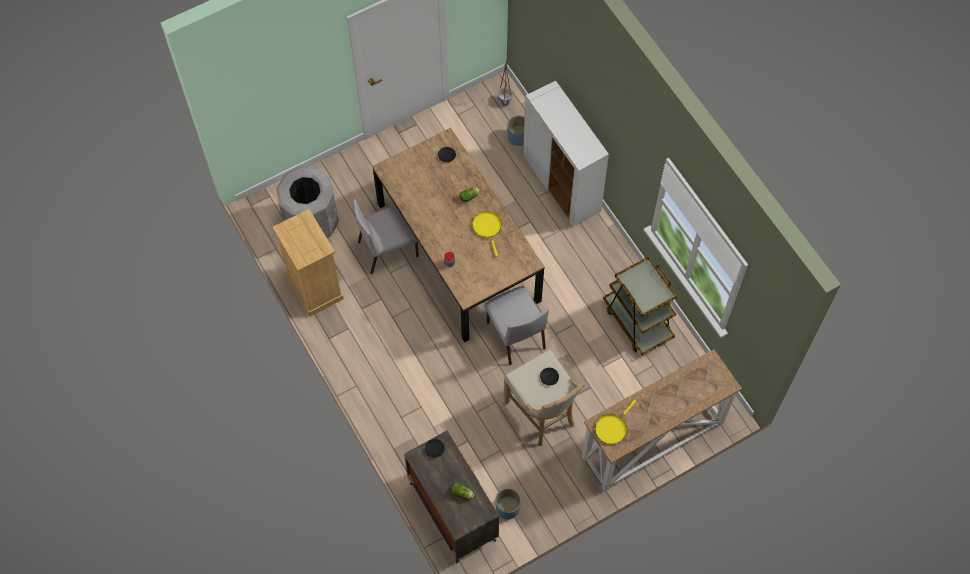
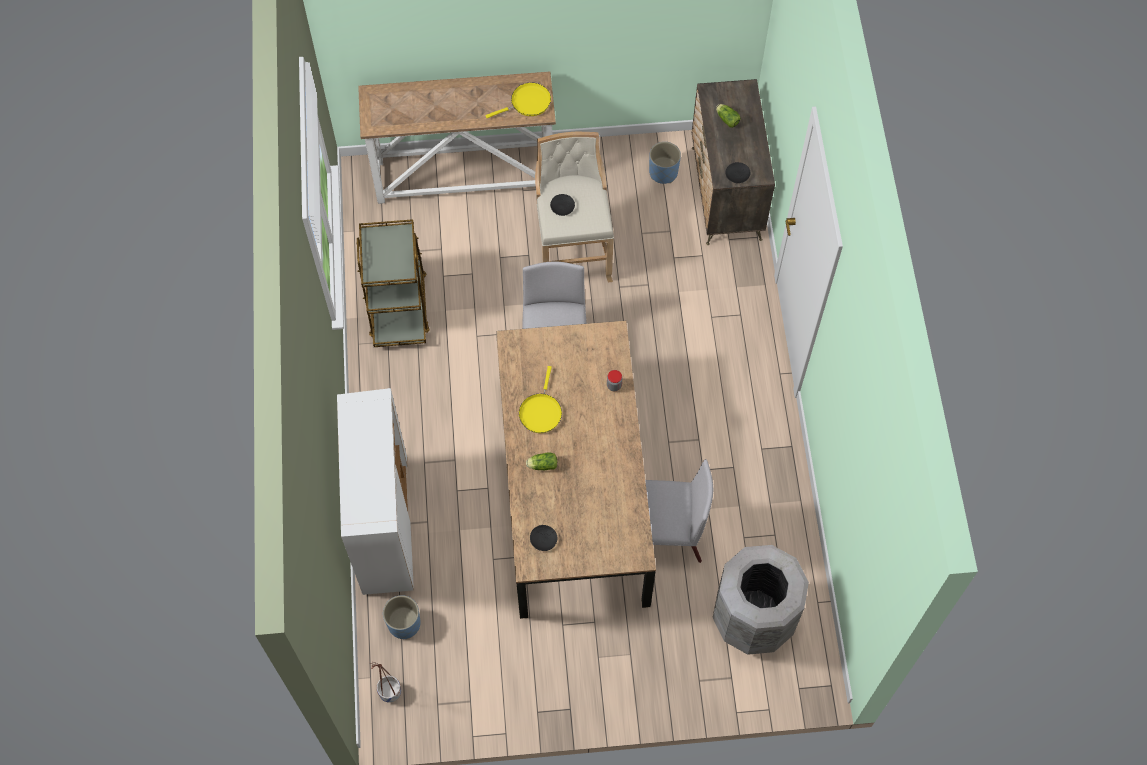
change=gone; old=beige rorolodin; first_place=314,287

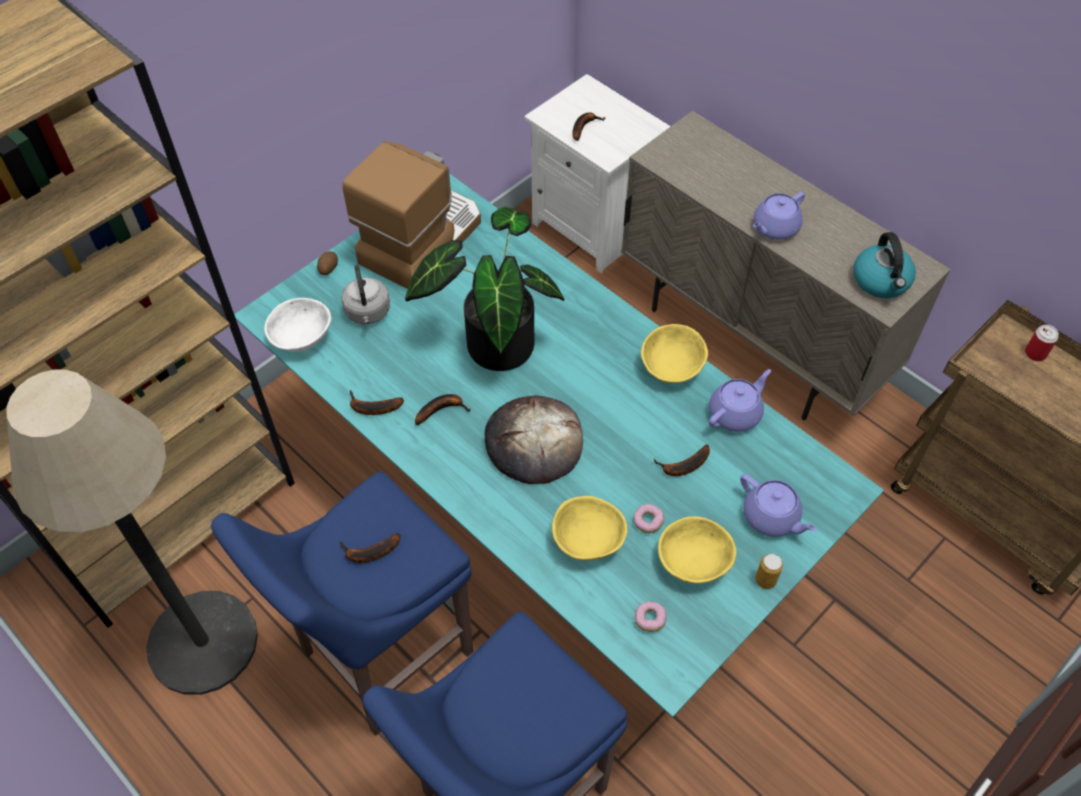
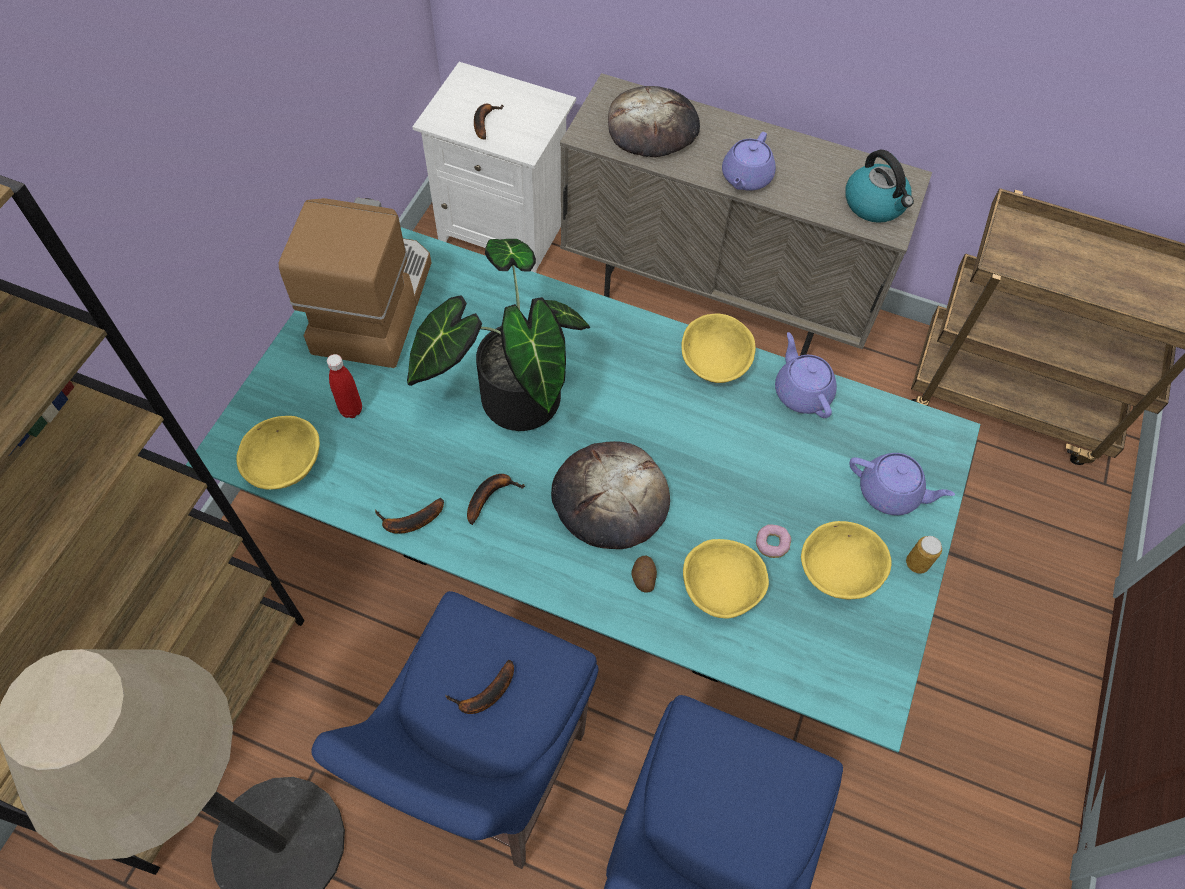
change=repainted; old=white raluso; new=yellow raluso; first_place=302,339; second_place=286,466
change=swapped; old=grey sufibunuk; new=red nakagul; first_place=368,313; second_place=351,410
change=new; new=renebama; second_place=652,127
change=shifted; old=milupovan; first_place=328,268; second_place=643,578
change=rotated; old=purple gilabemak; first_place=735,413; second_place=801,392; degrees=-45
change=gone; old=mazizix; first_place=650,619
change=gone; old=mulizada; first_place=683,466
change=gone; old=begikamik; first_place=1035,353

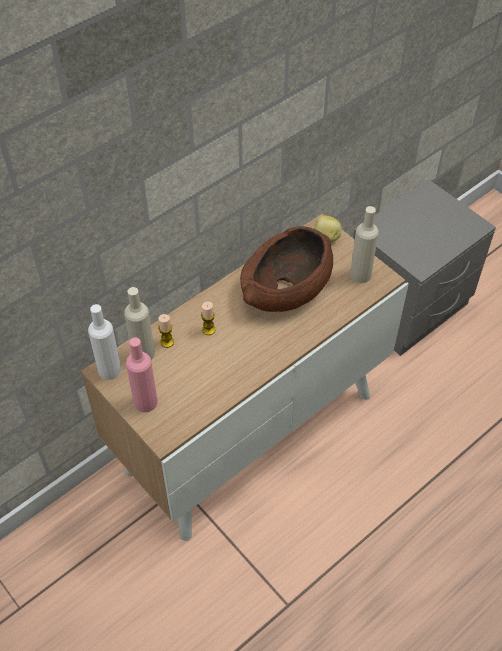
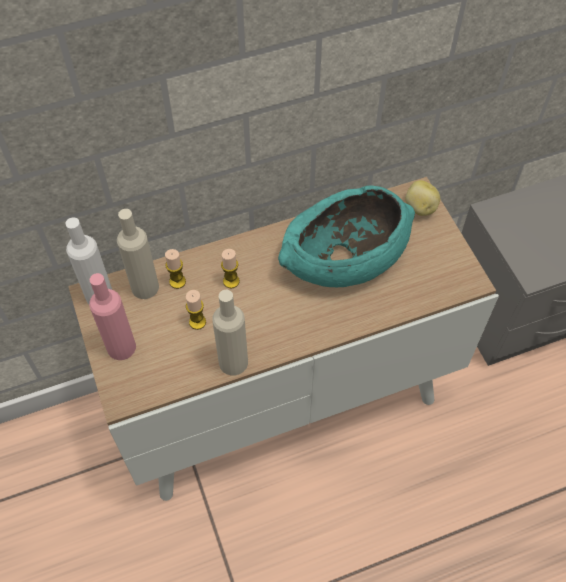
change=new; new=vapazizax; second_place=197,322
change=shifted; old=beige nakagul; first_place=360,275; second_place=233,362
change=repainted; old=brown raluso; new=turquoise raluso; first_place=287,288; second_place=345,257

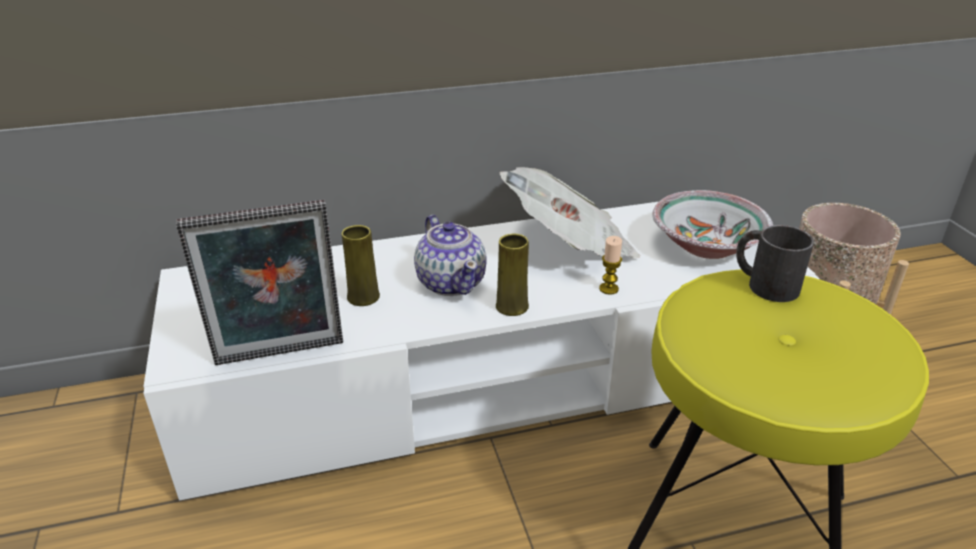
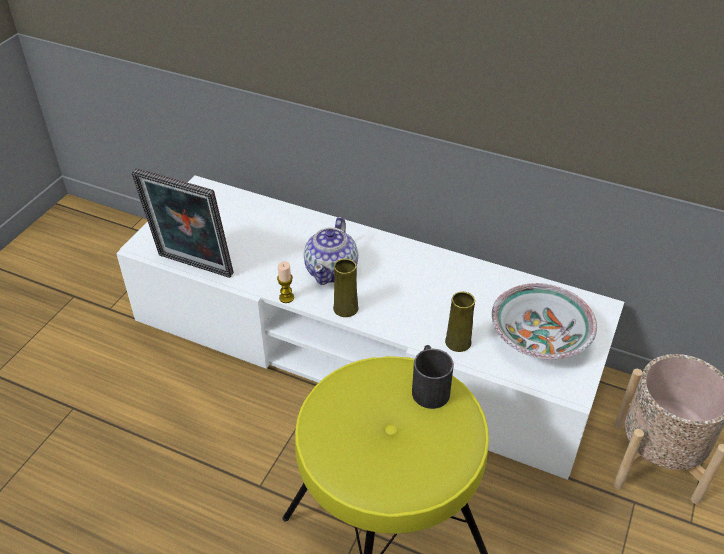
change=shifted; old=vapazizax; first_place=608,289; second_place=286,297
change=shifted; old=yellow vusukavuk; first_place=363,297; second_place=458,342
change=gone; old=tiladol; first_place=570,245

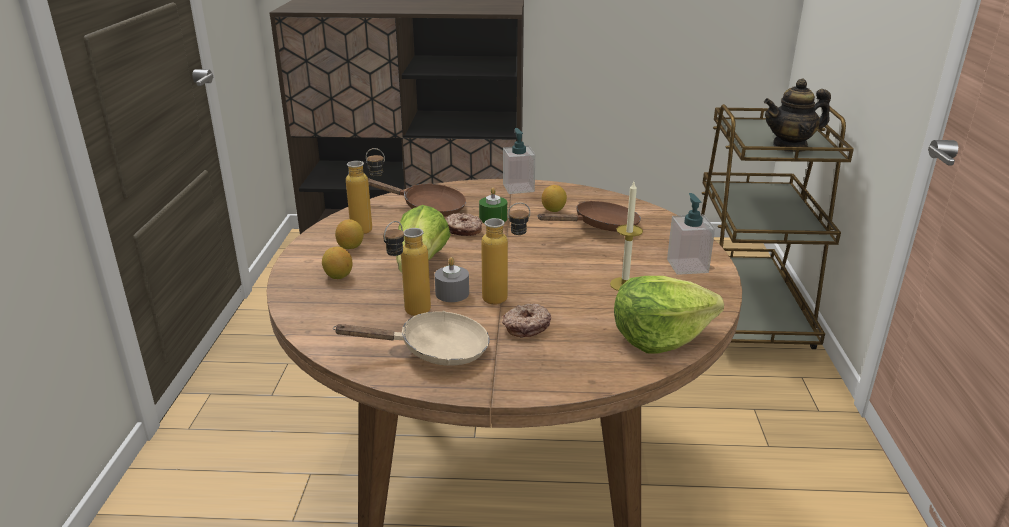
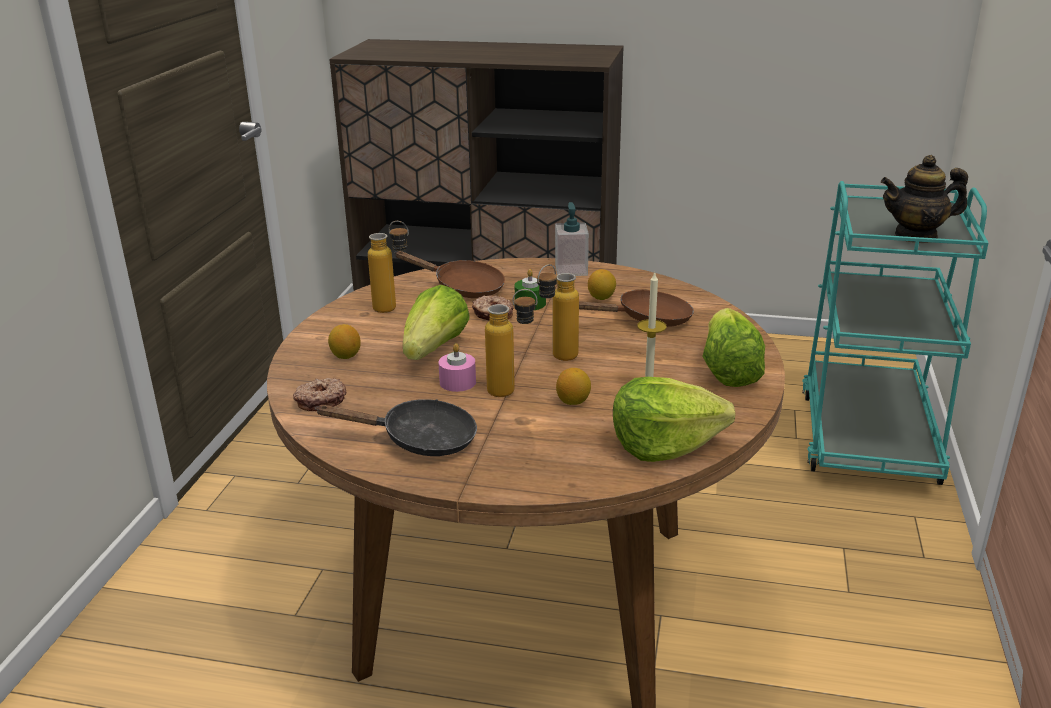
change=shifted; old=mazizix; first_place=526,326; second_place=320,401
change=repainted; old=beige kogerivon; new=black kogerivon; first_place=434,350; second_place=419,440
change=repainted; old=grey vapazizax; new=pink vapazizax; first_place=452,293; second_place=457,382
change=shifted; old=nakagul; first_place=409,314; second_place=557,359
change=shifted; old=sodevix; first_place=350,247; second_place=573,401
change=swapped; old=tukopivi; new=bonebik; first_place=687,266; second_place=728,370
change=repainted; old=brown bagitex; new=turquoise bagitex; first_place=746,313; second_place=867,435

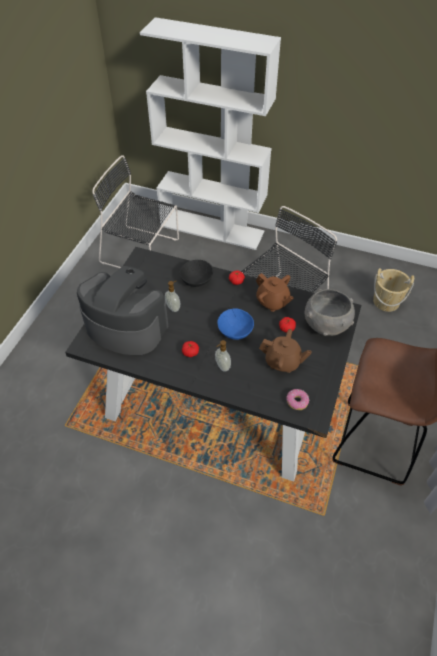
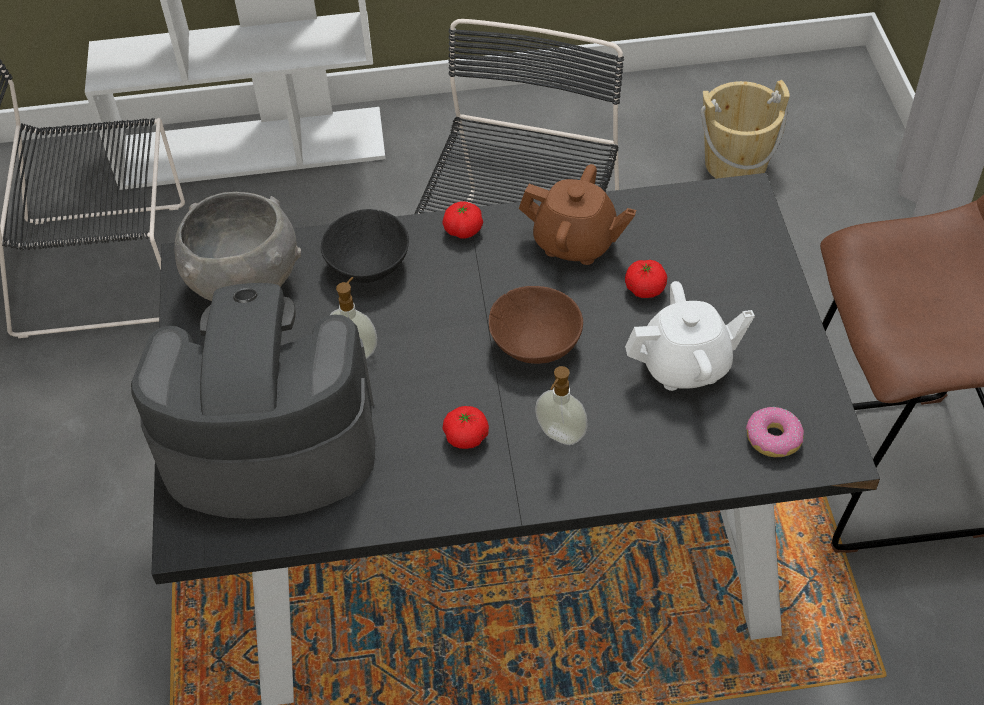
change=shifted; old=grey raluso; first_place=325,325; second_place=244,282
change=repainted; old=blue raluso; new=brown raluso; first_place=235,330; second_place=535,342
change=repainted; old=brown gilabemak; new=white gilabemak; first_place=283,362; second_place=686,366

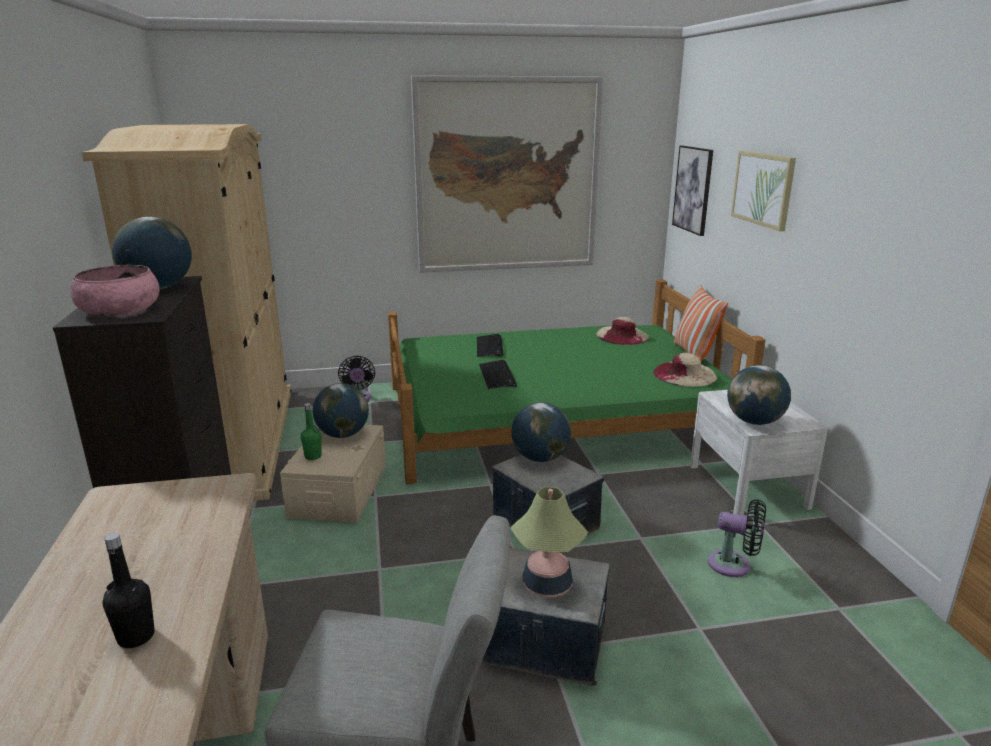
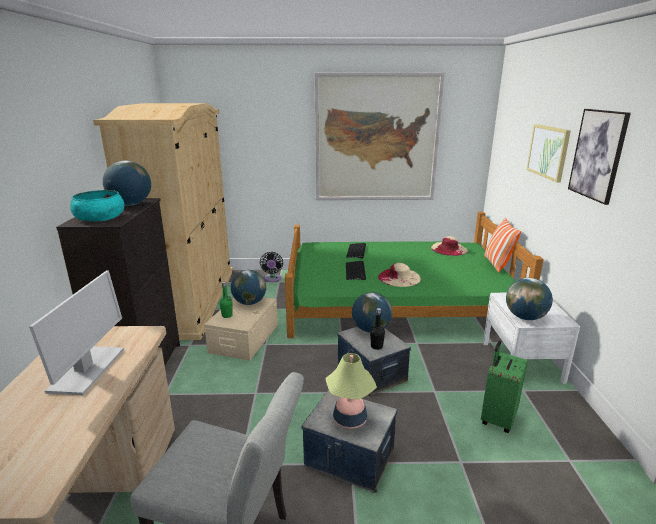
change=new; new=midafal; second_place=87,370
change=repainted; old=pink raluso; new=turquoise raluso; first_place=120,309; second_place=100,217
change=shifted; old=black nakagul; first_place=136,637; second_place=376,346
change=shifted; old=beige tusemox; first_place=684,374; second_place=399,277
change=swapped; old=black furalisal; new=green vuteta; first_place=734,565; second_place=497,418
change=shifted; old=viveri; first_place=693,189; second_place=598,155

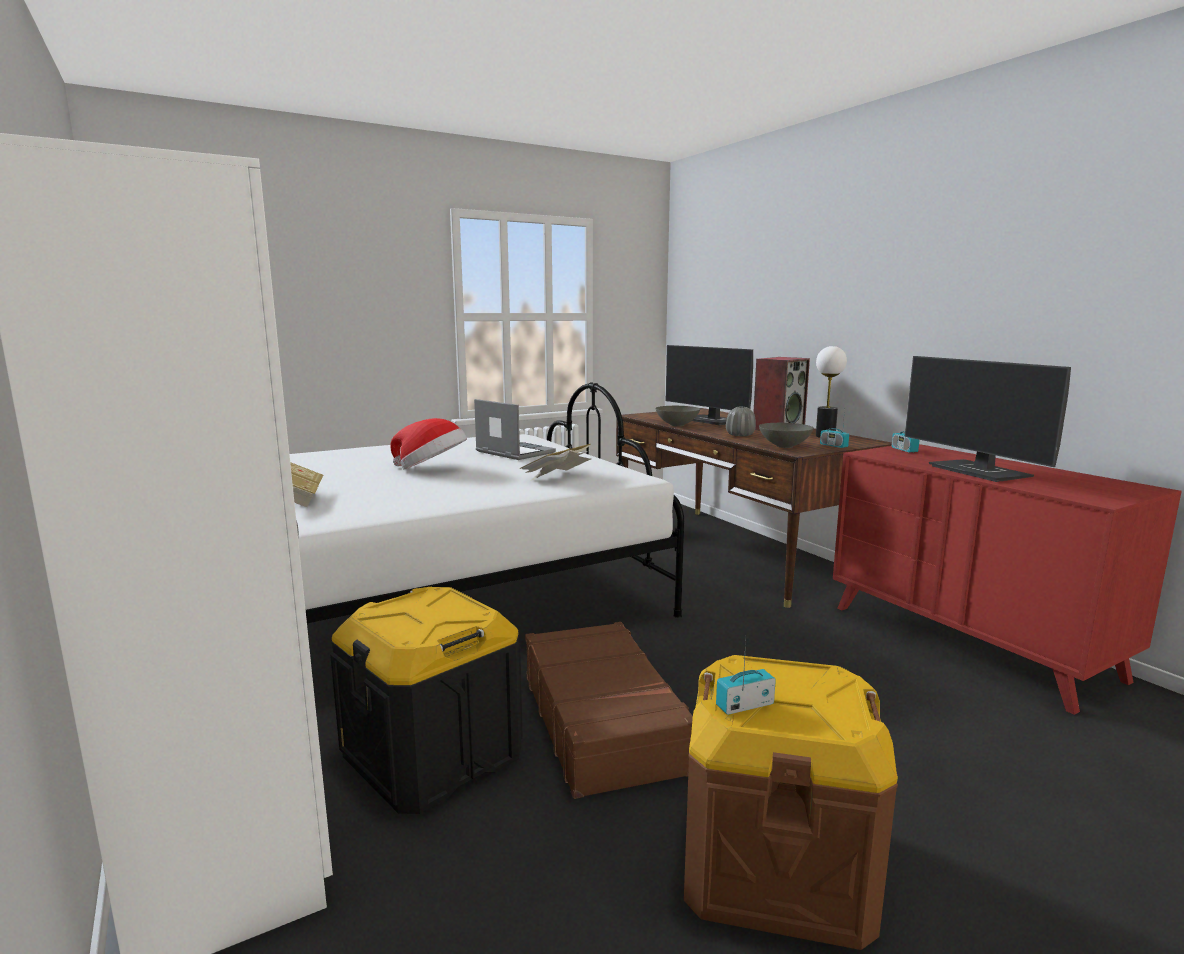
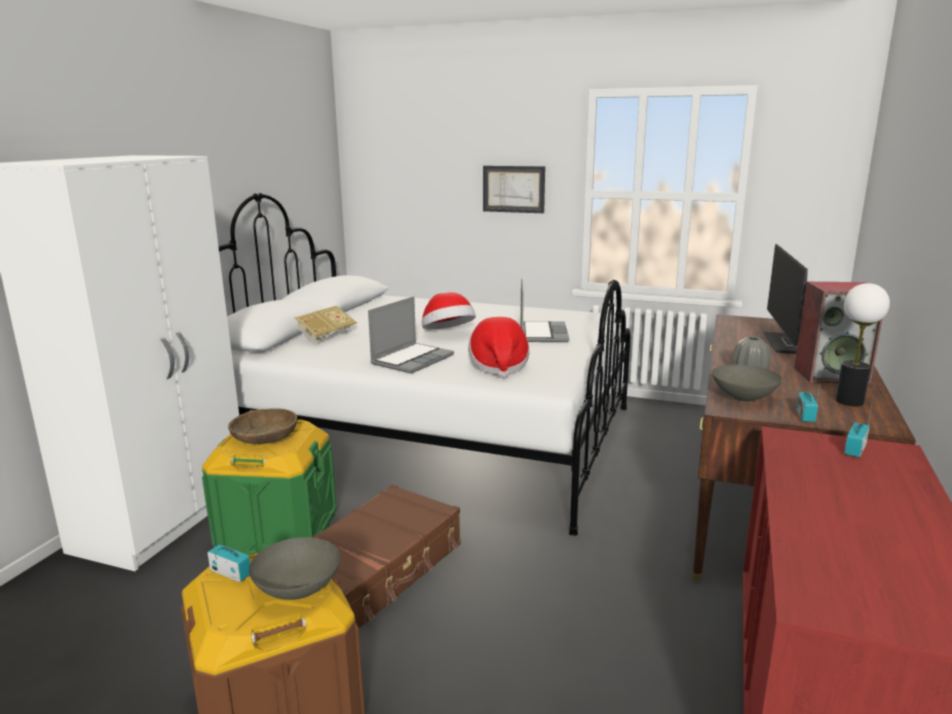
change=repainted; old=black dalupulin; new=green dalupulin; first_place=433,754; second_place=278,533
change=new; new=brown raluso; second_place=264,436
change=shifted; old=grey raluso; first_place=677,425; second_place=298,591
change=new; new=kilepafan; second_place=412,359
change=swapped; old=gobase; new=tusemox; first_place=558,477; second_place=498,366
change=new; new=viveri; second_place=513,189
change=gone; old=midafal; first_place=980,472

